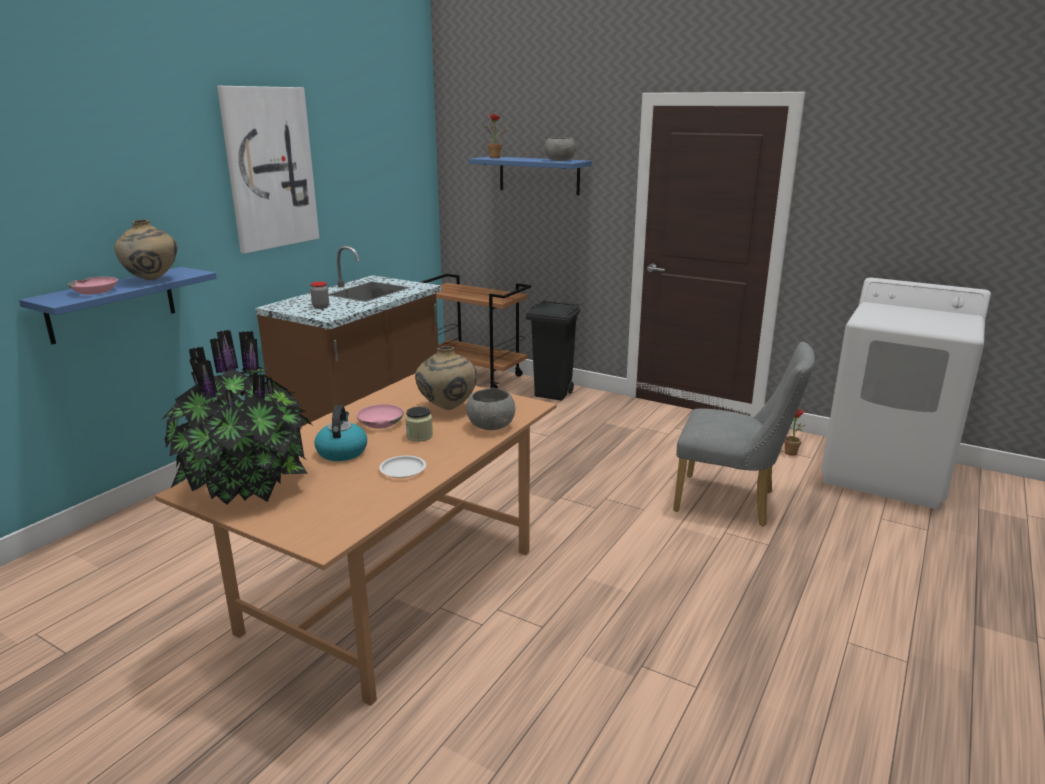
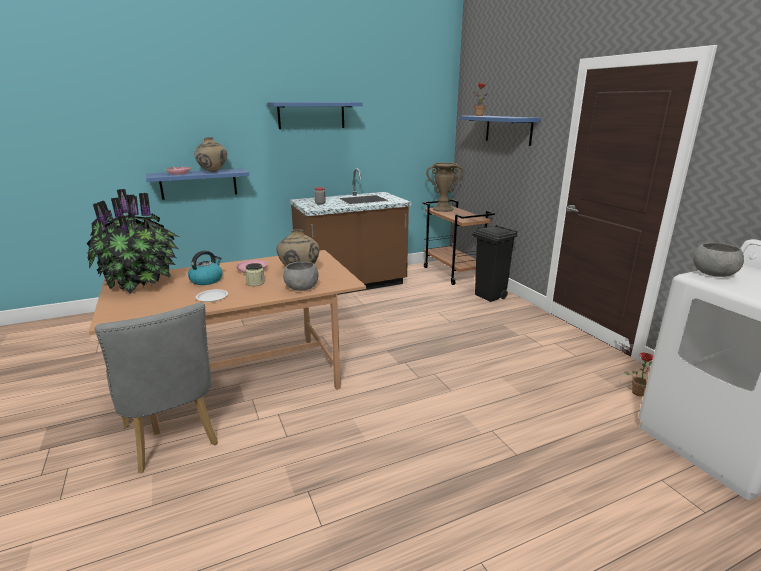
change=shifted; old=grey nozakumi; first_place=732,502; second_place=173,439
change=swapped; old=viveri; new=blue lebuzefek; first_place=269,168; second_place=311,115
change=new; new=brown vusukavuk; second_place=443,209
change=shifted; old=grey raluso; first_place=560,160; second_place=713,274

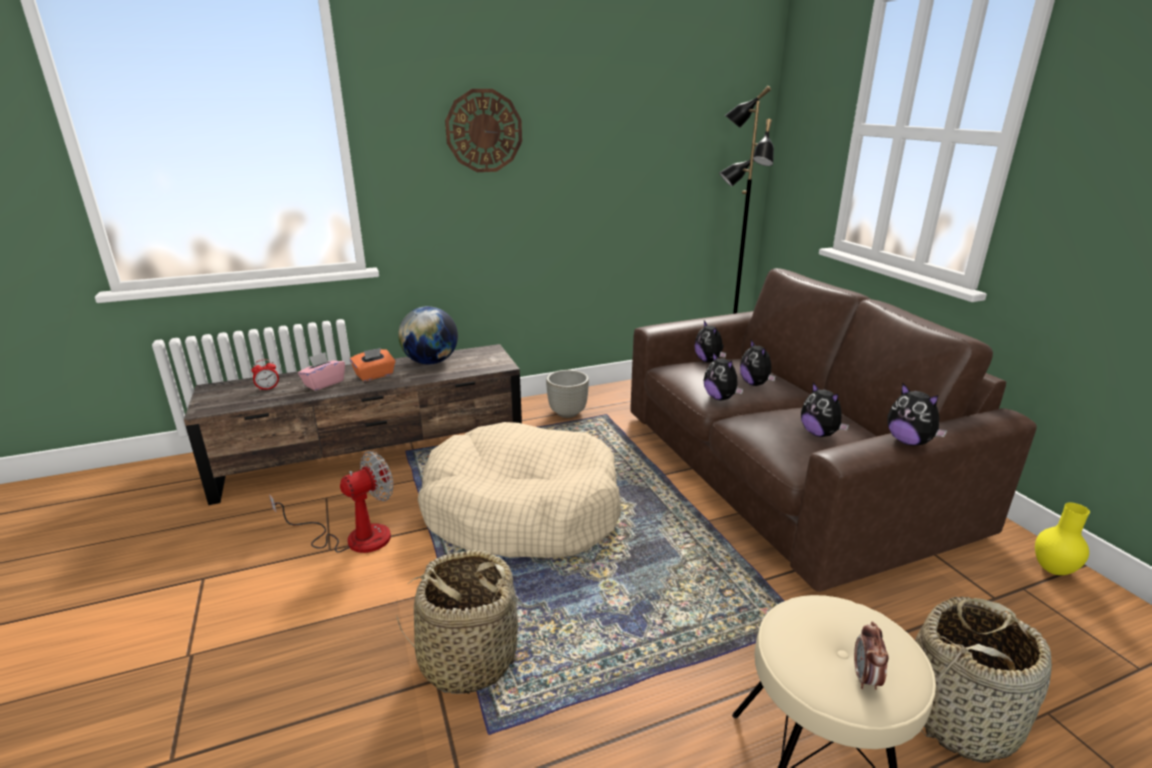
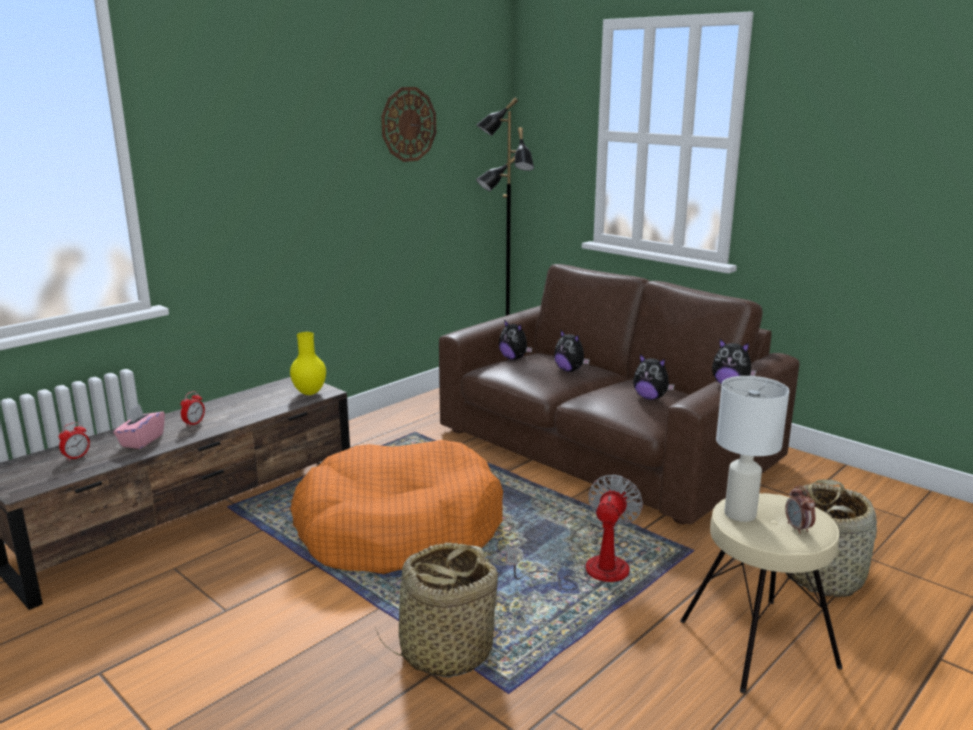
change=swapped; old=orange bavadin; new=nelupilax; first_place=375,375; second_place=194,423
change=shifted; old=yellow vusukavuk; first_place=1053,571; second_place=310,393
change=repainted; old=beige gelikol; new=orange gelikol; first_place=522,510; second_place=399,529
change=shifted; old=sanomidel; first_place=484,131; second_place=408,124
change=shifted; old=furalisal; first_place=354,537; second_place=591,573
change=new; new=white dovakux; second_place=739,514
change=gone; old=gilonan; first_place=431,362
change=gone; old=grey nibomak; first_place=567,413
change=gone; old=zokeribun; first_place=720,398

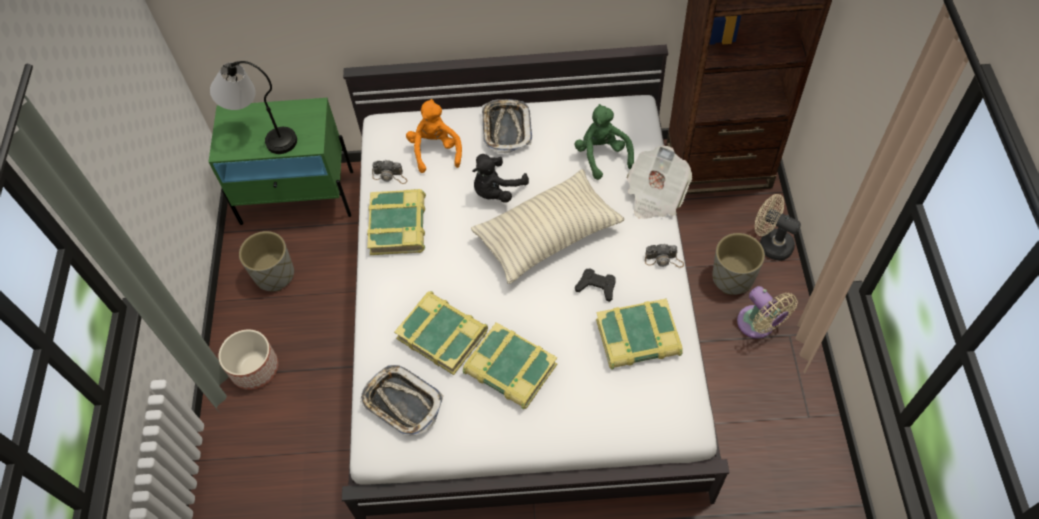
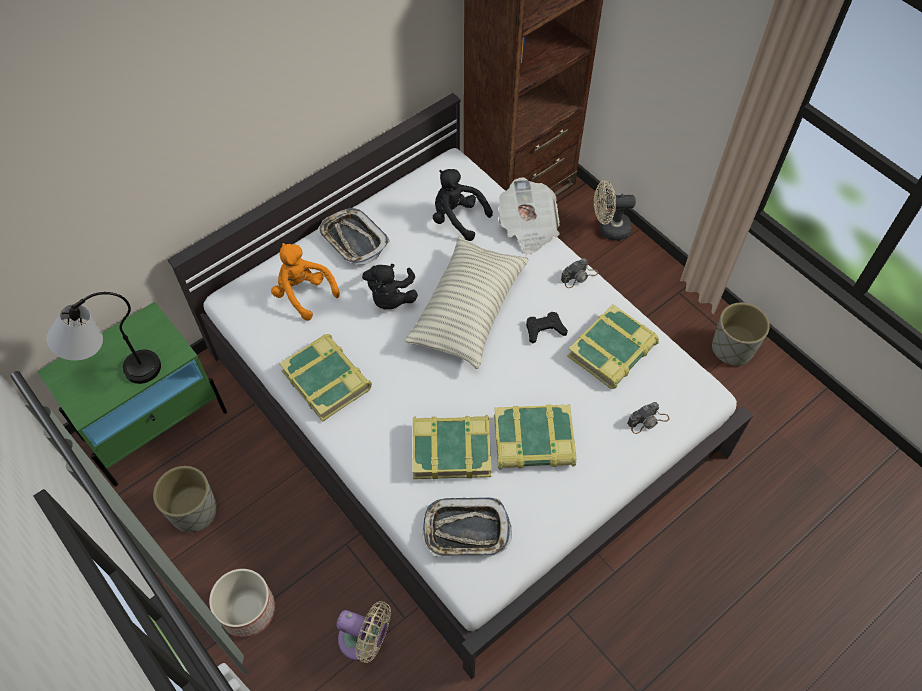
change=shifted; old=beige furalisal; first_place=758,325; second_place=365,640
change=repainted; old=green zokeribun; new=black zokeribun; first_place=602,155; second_place=457,218
change=shifted; old=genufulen; first_place=390,176; second_place=648,420
change=shifted; old=grey nibomak; first_place=733,278; second_place=732,348

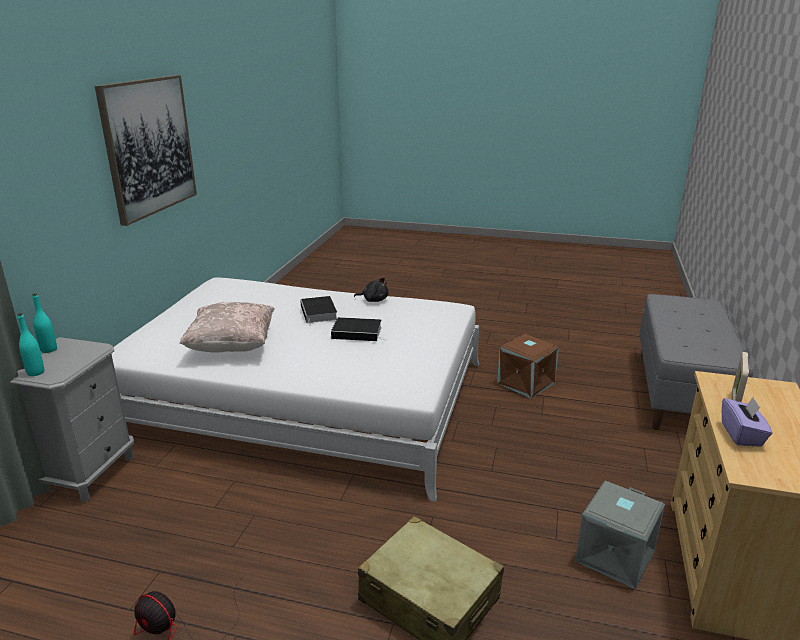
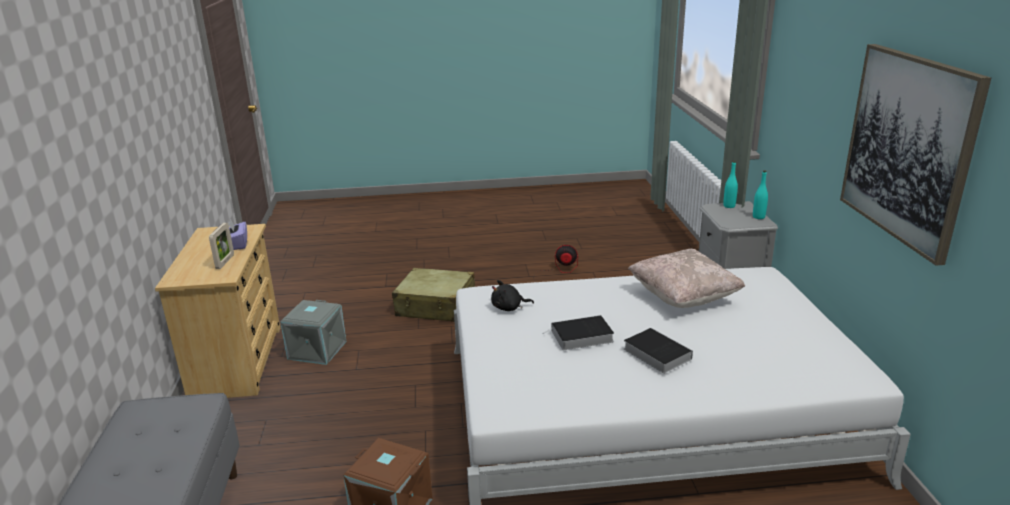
change=shifted; old=black zokeribun; first_place=374,300; second_place=509,308

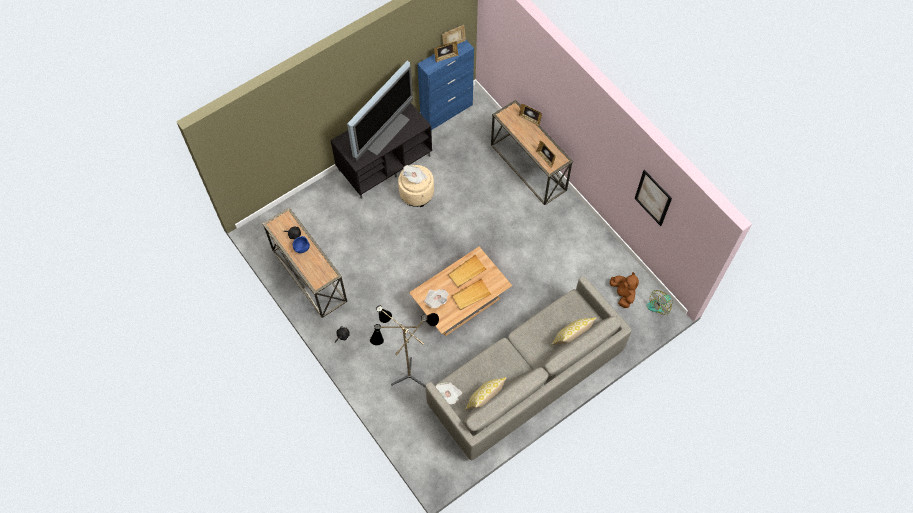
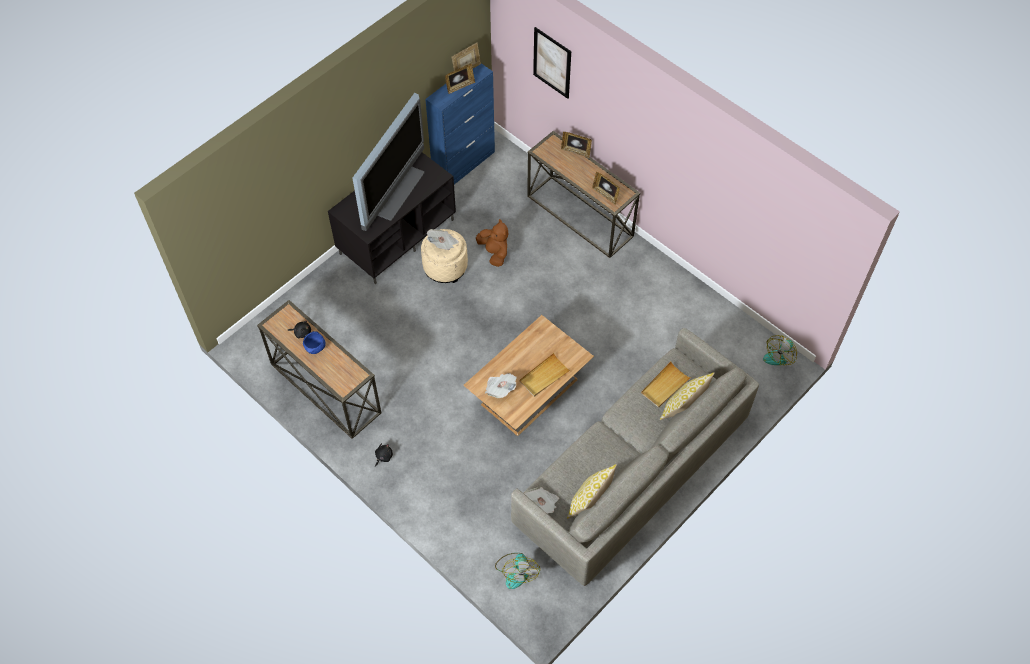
change=shifted; old=brown zokeribun; first_place=622,294; second_place=494,252
change=new; new=furalisal; second_place=516,571
change=shifted; old=viveri; first_place=653,198; second_place=552,63
change=shifted; old=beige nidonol; first_place=467,272; second_place=665,386
change=gone; old=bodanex; first_place=407,373

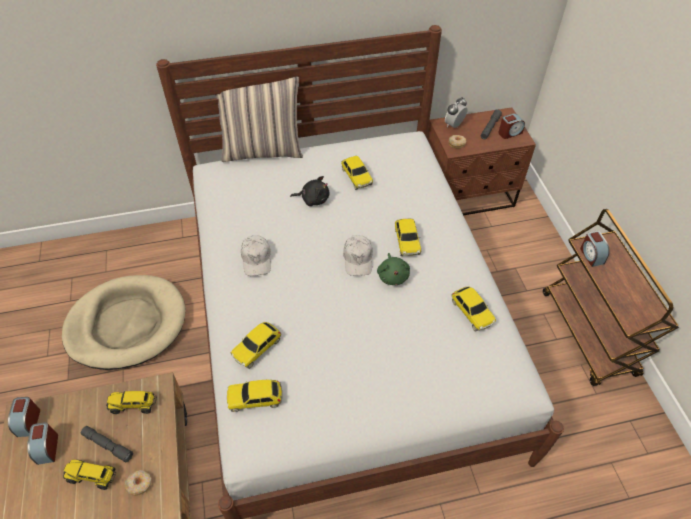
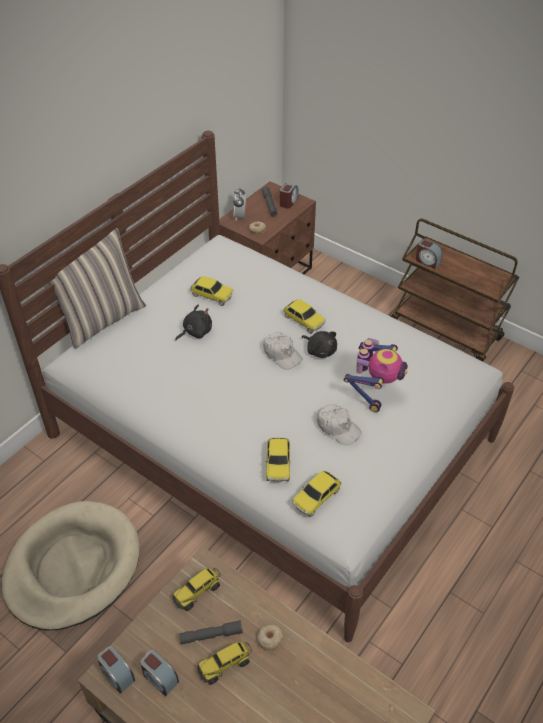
change=repainted; old=green zokeribun; new=black zokeribun; first_place=393,275; second_place=320,350
change=shifted; old=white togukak; first_place=257,259; second_place=338,428
change=new; new=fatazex; second_place=374,390
change=gone; old=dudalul; first_place=471,312

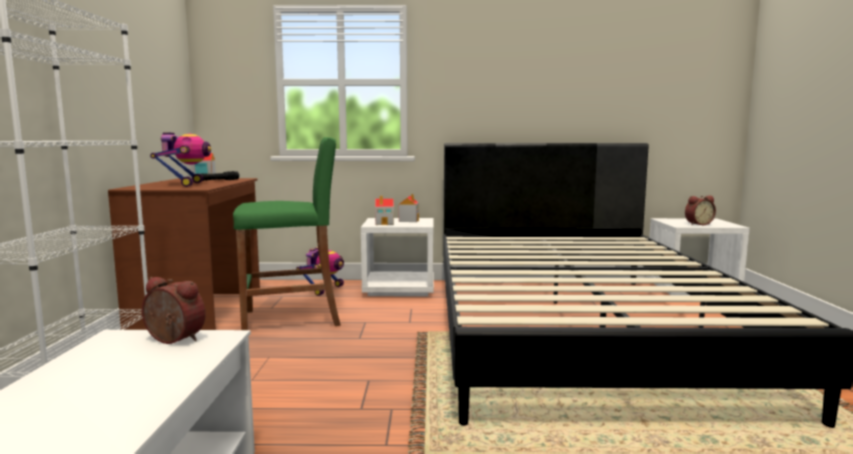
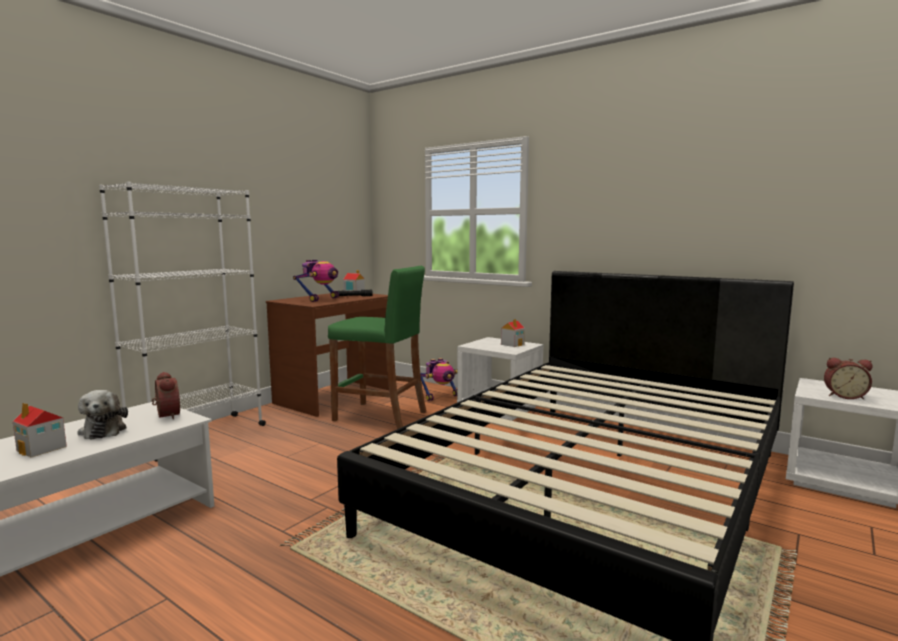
change=shifted; old=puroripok; first_place=385,223; second_place=42,448
change=new; new=zokeribun; second_place=103,430

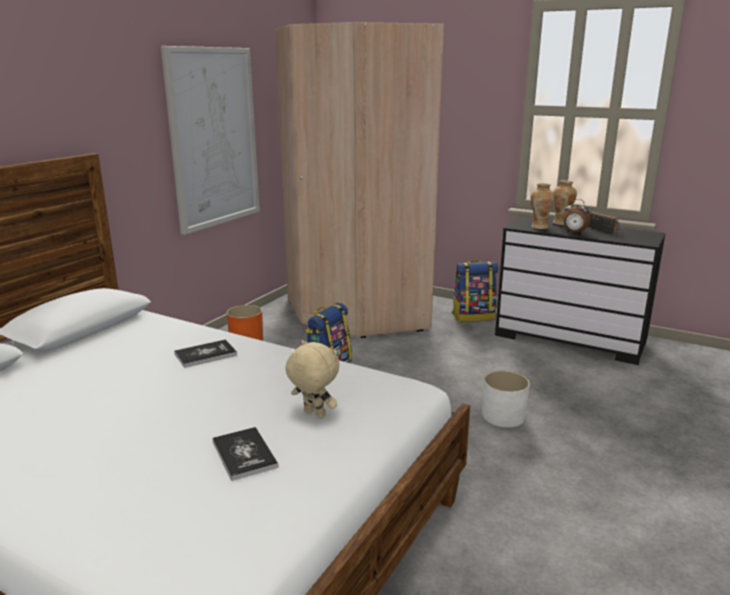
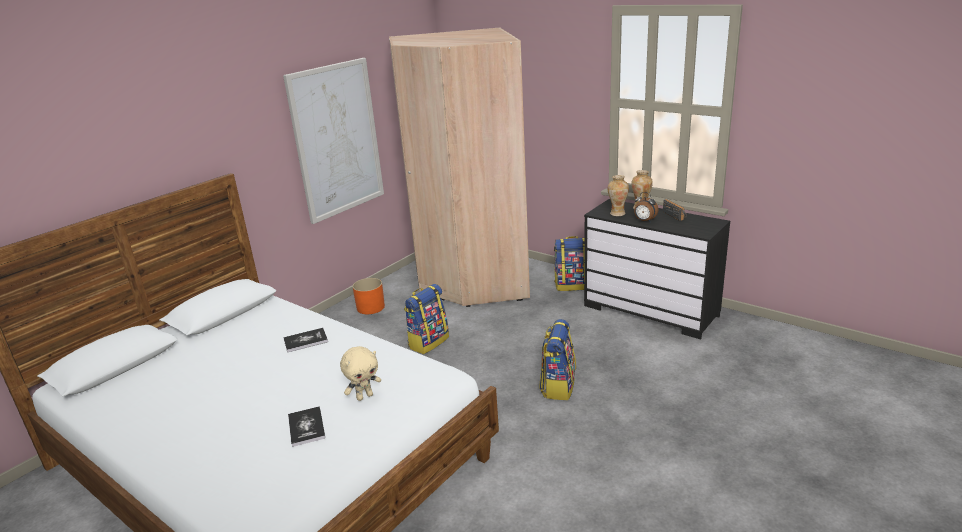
change=rotated; old=beige zokeribun; first_place=313,414; second_place=364,396; degrees=105
change=swapped; old=white nibomak; new=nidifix; first_place=503,416; second_place=558,386

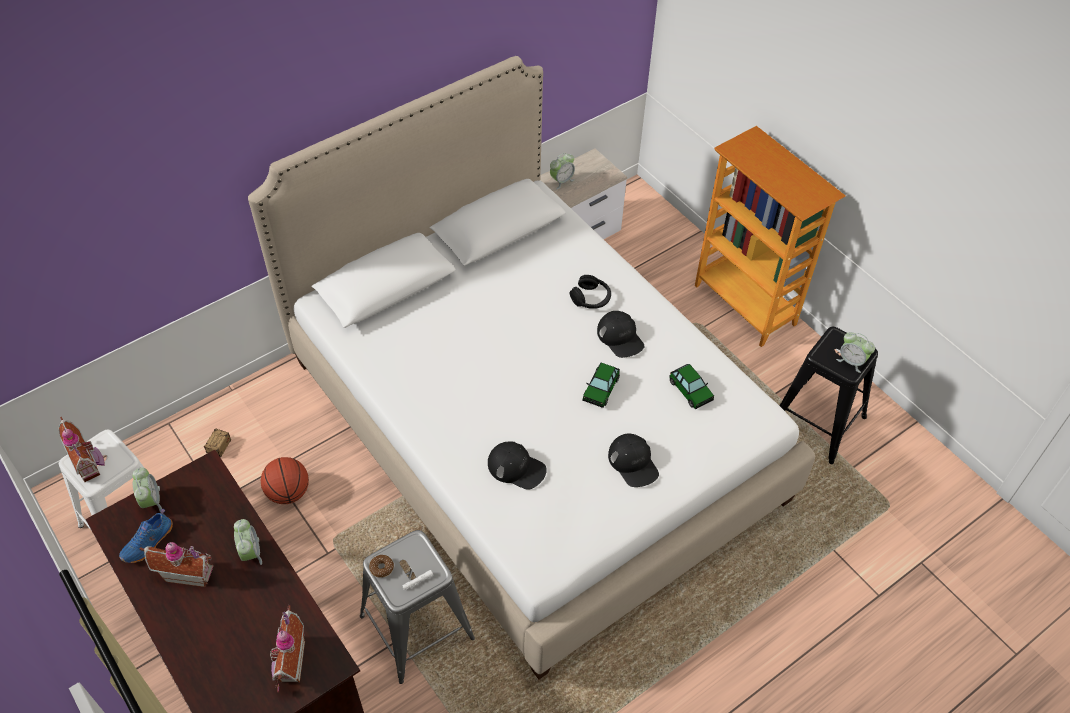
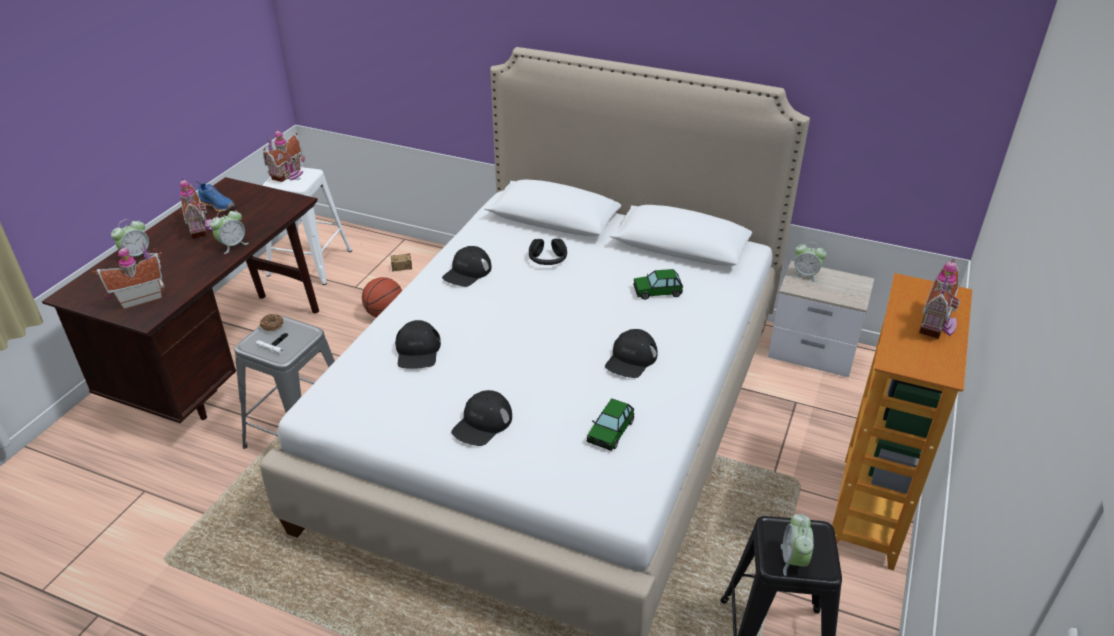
change=shifted; old=nelupilax; first_place=151,501; second_place=137,256
change=rotated; old=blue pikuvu; first_place=149,543; second_place=218,205; degrees=-150
change=new; new=black togukak; second_place=467,272
change=shifted; old=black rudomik; first_place=591,298; second_place=547,259
change=shifted; old=dudalul; first_place=601,389; second_place=657,291
change=new; new=puroripok; second_place=937,325

